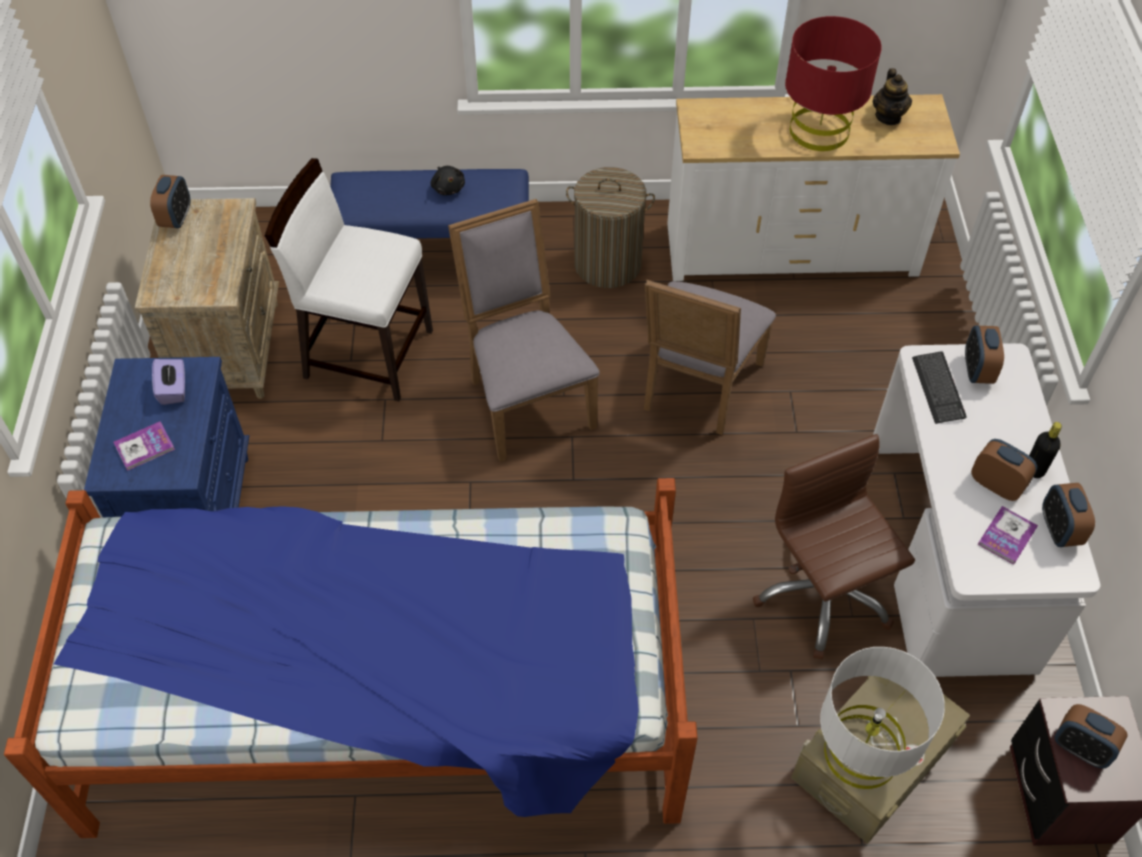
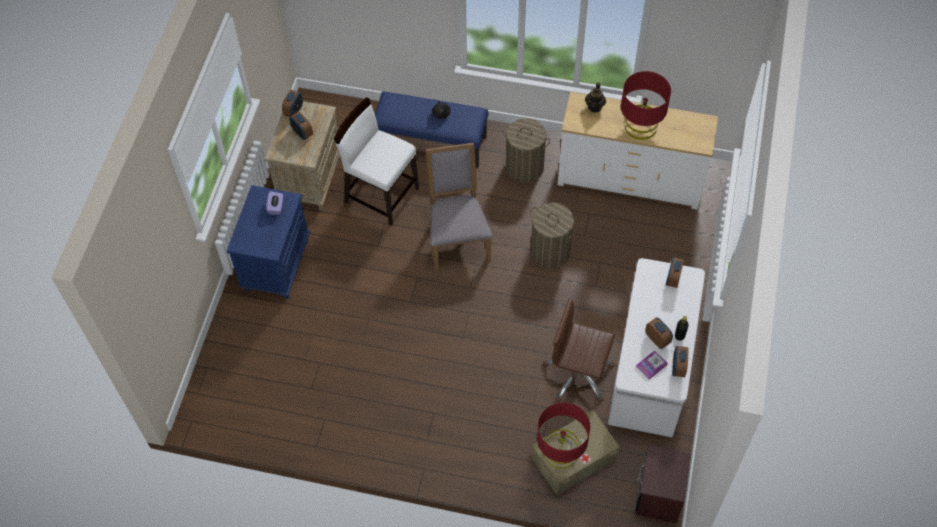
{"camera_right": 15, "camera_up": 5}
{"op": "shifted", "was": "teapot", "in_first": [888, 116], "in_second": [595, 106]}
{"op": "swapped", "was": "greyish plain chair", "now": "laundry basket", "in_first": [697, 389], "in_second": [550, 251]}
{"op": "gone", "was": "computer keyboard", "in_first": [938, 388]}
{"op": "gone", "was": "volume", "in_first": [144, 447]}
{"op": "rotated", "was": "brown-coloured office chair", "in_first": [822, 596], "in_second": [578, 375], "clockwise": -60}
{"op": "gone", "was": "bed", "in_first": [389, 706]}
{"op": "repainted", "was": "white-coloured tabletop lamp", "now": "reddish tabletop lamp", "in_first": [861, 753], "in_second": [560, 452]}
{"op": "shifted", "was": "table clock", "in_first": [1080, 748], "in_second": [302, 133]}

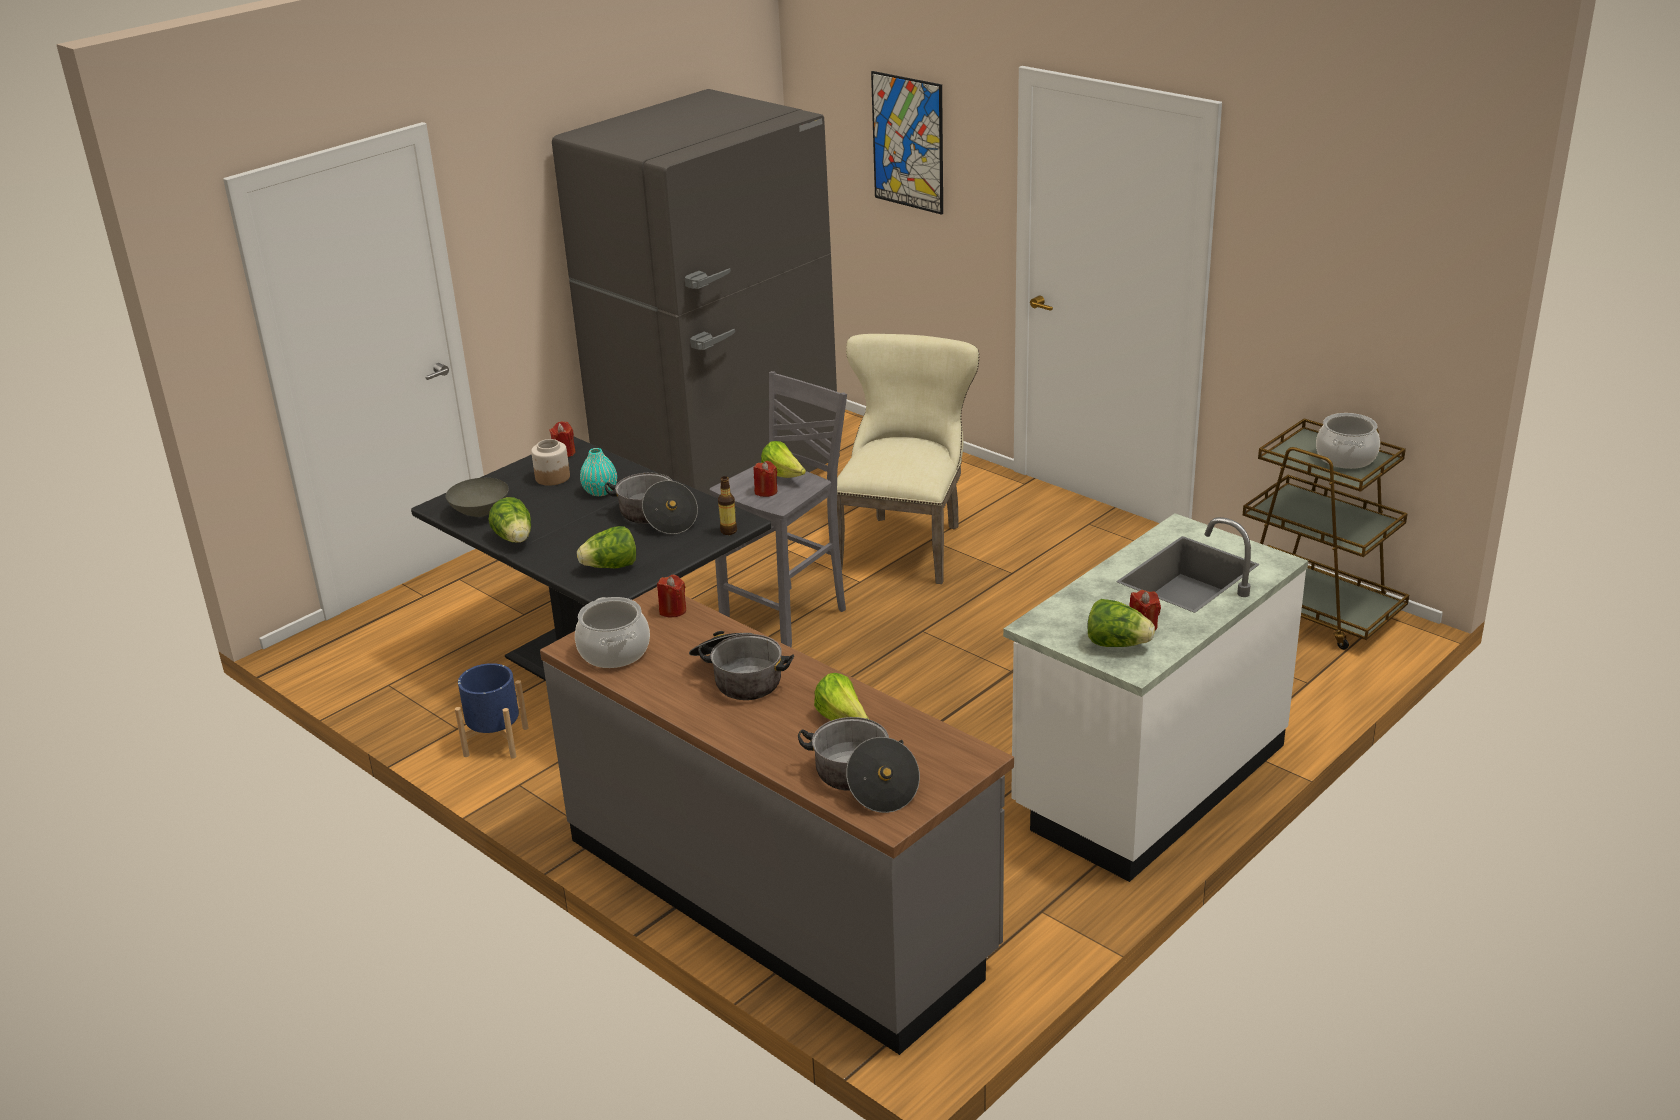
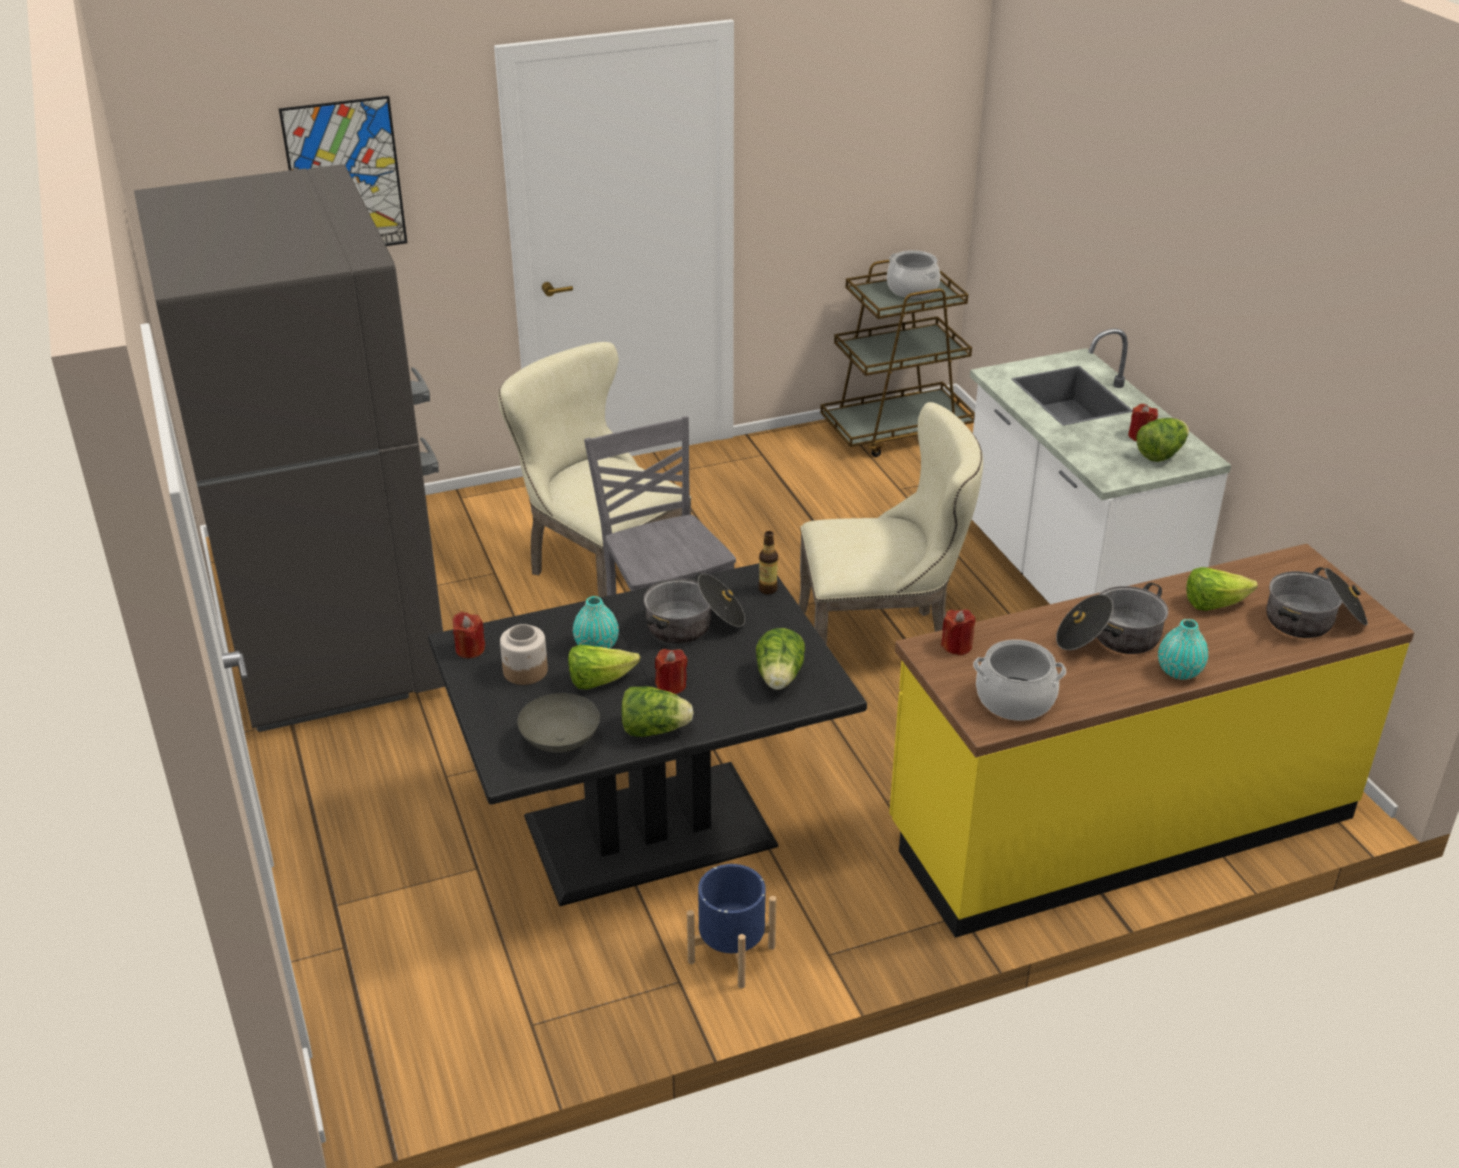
{"camera_right": -65, "camera_up": 5}
{"op": "shifted", "was": "lettuce head", "in_first": [783, 476], "in_second": [599, 681]}
{"op": "shifted", "was": "reddish wax candle", "in_first": [766, 491], "in_second": [671, 685]}
{"op": "repainted", "was": "greyish kitchen counter", "now": "yellow kitchen counter", "in_first": [778, 897], "in_second": [1119, 823]}
{"op": "new", "now": "beige-coloured plain chair", "in_second": [882, 641]}
{"op": "new", "now": "turquoise decorative vase", "in_second": [1179, 671]}

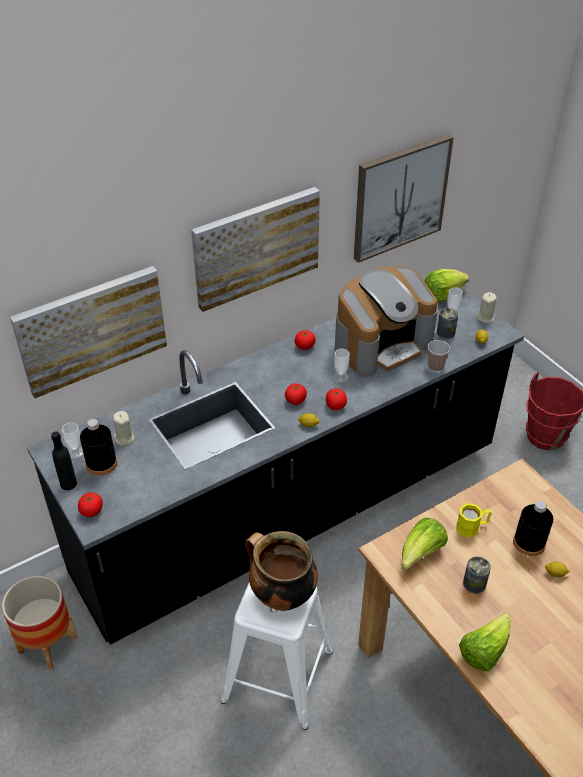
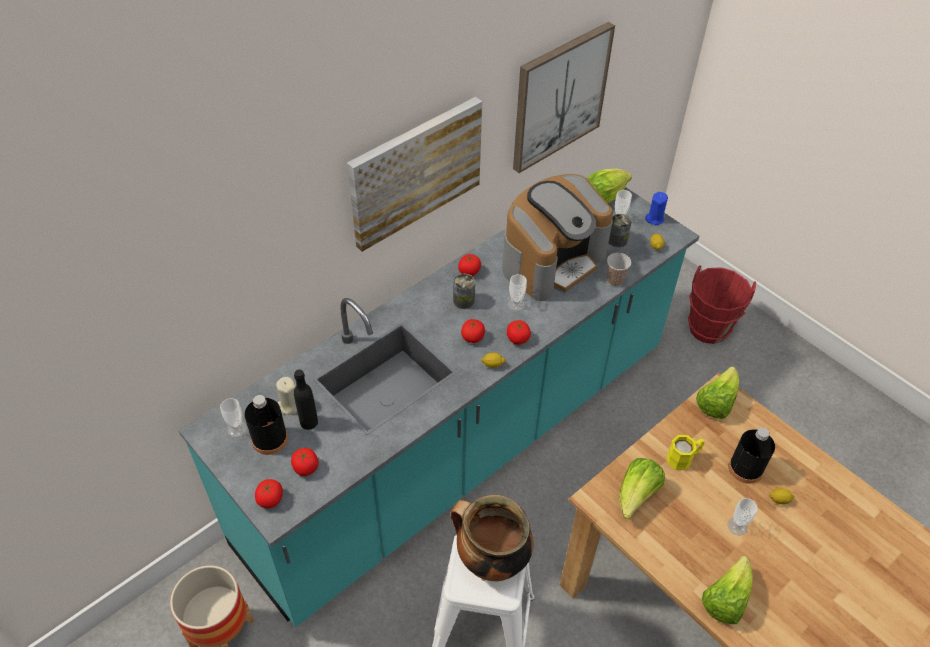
{"camera_right": -10, "camera_up": 5}
{"op": "gone", "was": "wall art", "in_first": [91, 329]}
{"op": "repainted", "was": "black-coloured kitchen counter", "now": "turquoise kitchen counter", "in_first": [291, 512], "in_second": [462, 445]}
{"op": "repainted", "was": "beige-coloured wax candle", "now": "bluish wax candle", "in_first": [485, 317], "in_second": [654, 218]}
{"op": "shifted", "was": "black-coloured bottle", "in_first": [68, 484], "in_second": [309, 422]}
{"op": "shifted", "was": "sealed can", "in_first": [474, 583], "in_second": [463, 301]}
{"op": "new", "now": "lettuce head", "in_second": [716, 403]}
{"op": "new", "now": "whole tomato", "in_second": [305, 467]}
{"op": "new", "now": "cup", "in_second": [737, 526]}

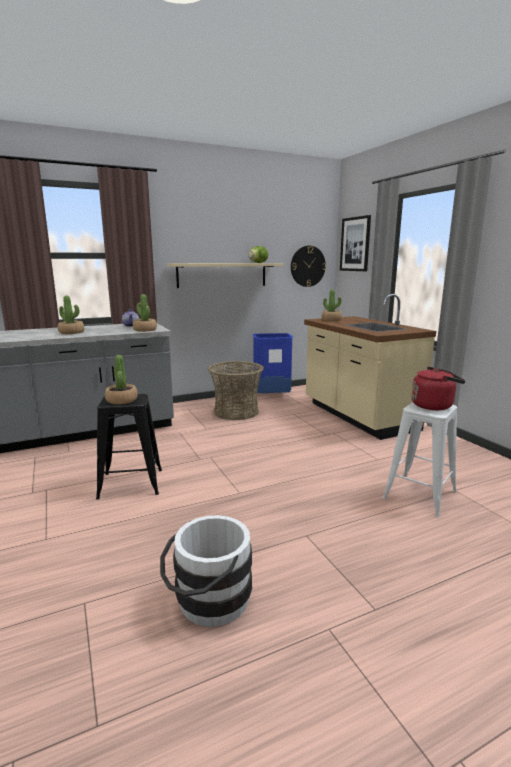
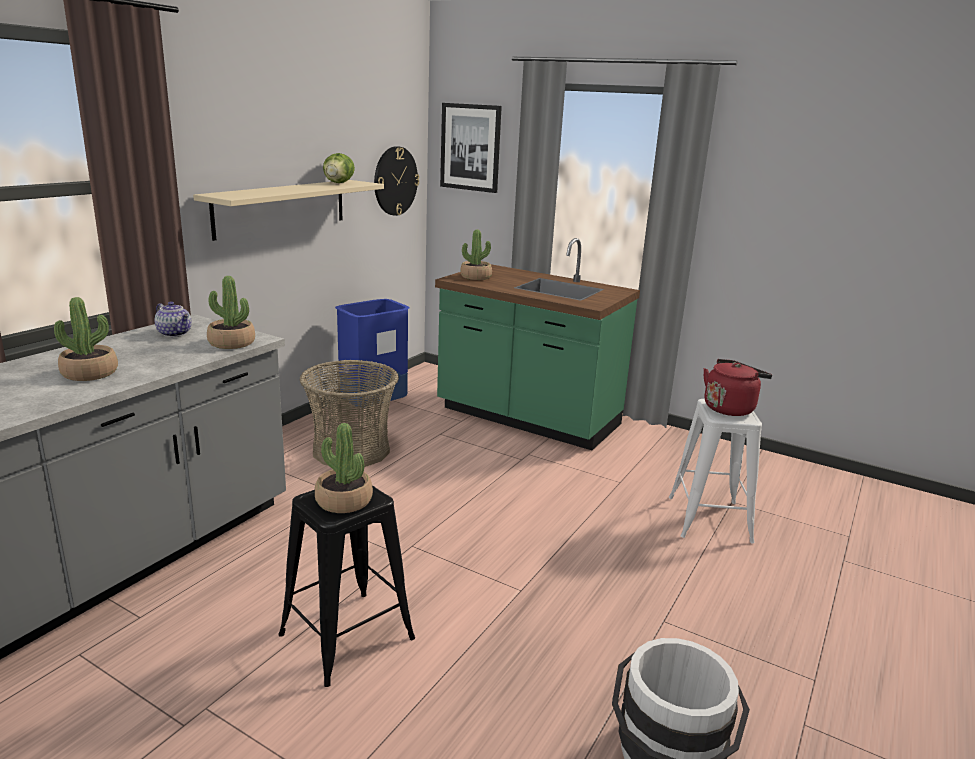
{"camera_right": -35, "camera_up": 5}
{"op": "repainted", "was": "beige-coloured kitchen counter", "now": "green-coloured kitchen counter", "in_first": [357, 416], "in_second": [527, 418]}

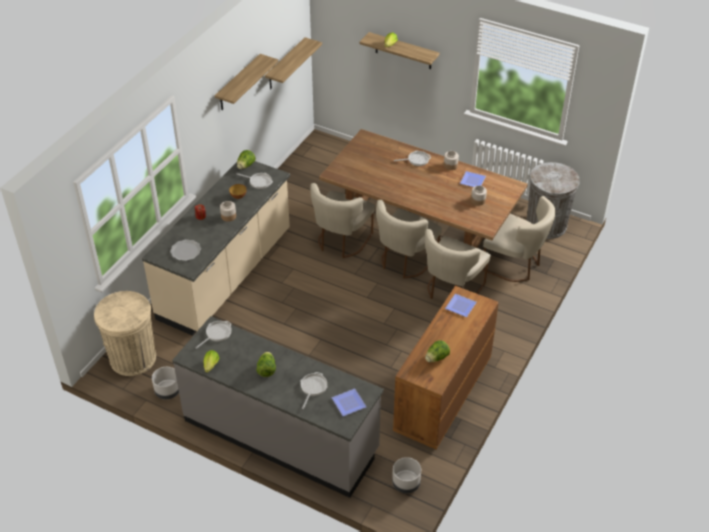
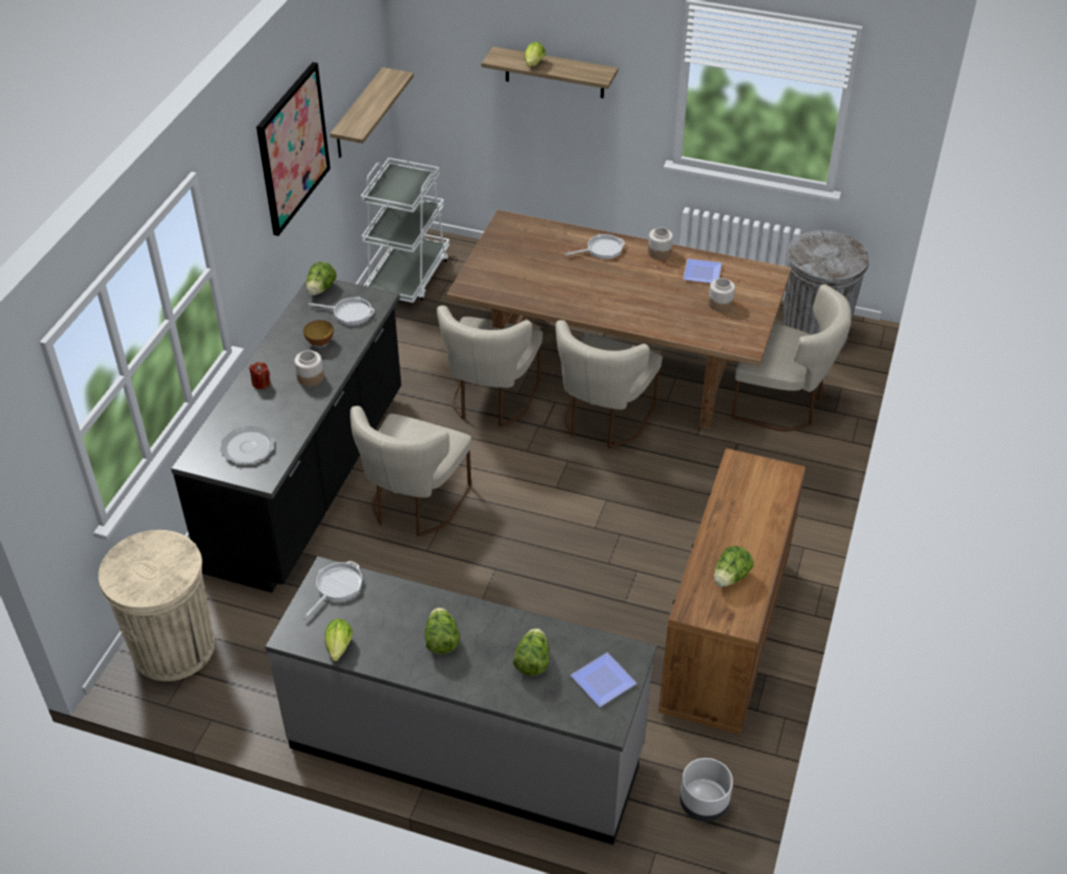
{"camera_right": -10, "camera_up": 0}
{"op": "swapped", "was": "shelf", "now": "wall art", "in_first": [238, 83], "in_second": [292, 148]}
{"op": "repainted", "was": "beige-coloured kitchen counter", "now": "black-coloured kitchen counter", "in_first": [226, 275], "in_second": [309, 480]}
{"op": "shifted", "was": "beige-coloured plain chair", "in_first": [451, 290], "in_second": [414, 505]}
{"op": "gone", "was": "plate", "in_first": [461, 306]}
{"op": "gone", "was": "greyish plant pot", "in_first": [168, 391]}
{"op": "swapped", "was": "pan", "now": "lettuce head", "in_first": [313, 387], "in_second": [532, 661]}
{"op": "new", "now": "white-coloured cart", "in_second": [408, 276]}

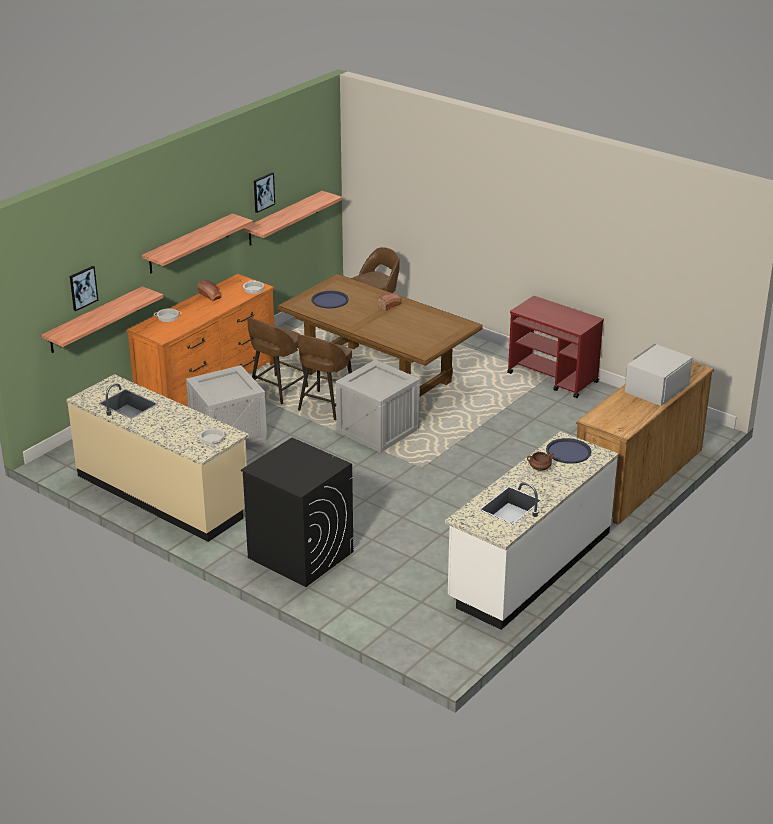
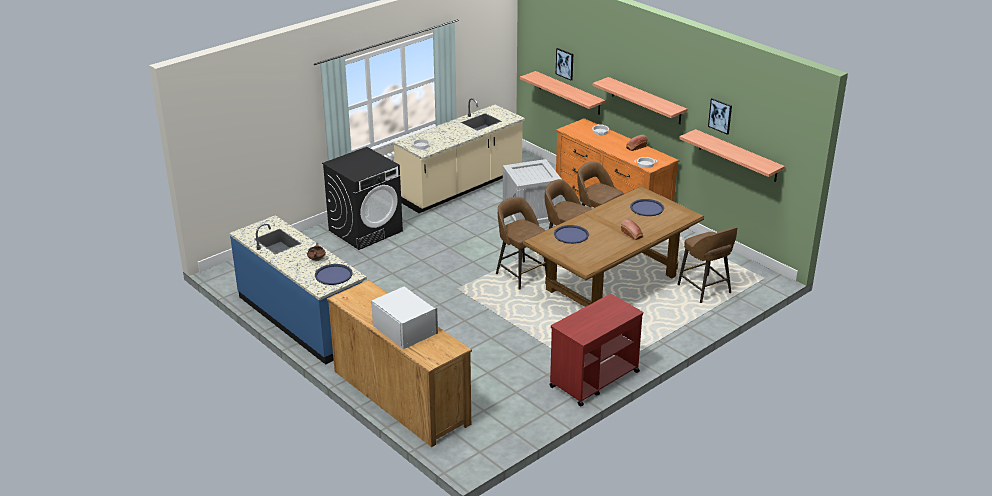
{"camera_right": 100, "camera_up": 0}
{"op": "swapped", "was": "shipping crate", "now": "brown-coloured sitting stool", "in_first": [377, 430], "in_second": [520, 274]}
{"op": "repainted", "was": "white-coloured kitchen counter", "now": "bluish kitchen counter", "in_first": [529, 566], "in_second": [302, 319]}
{"op": "new", "now": "bluish carrying tray", "in_second": [571, 235]}

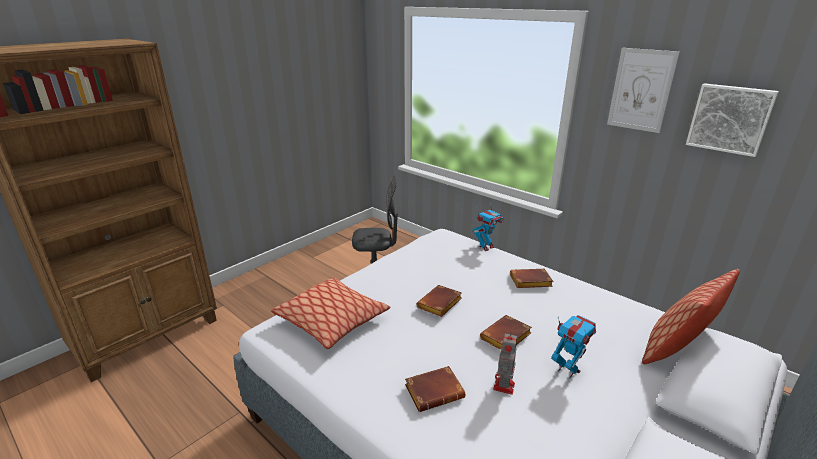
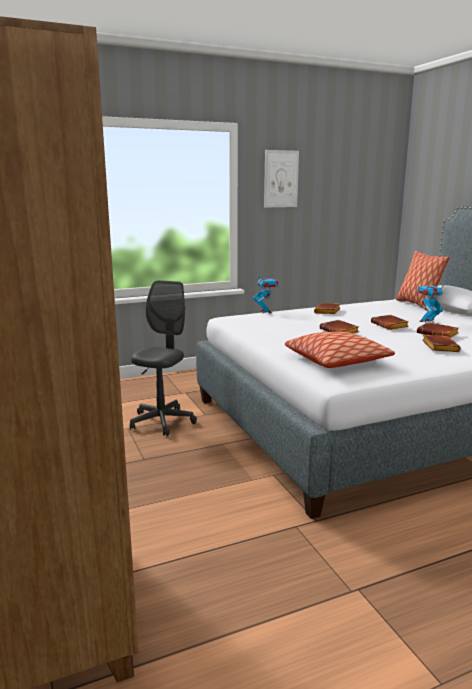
{"camera_right": -65, "camera_up": -10}
{"op": "gone", "was": "wall art", "in_first": [729, 119]}
{"op": "swapped", "was": "toy robot", "now": "brown-coloured volume", "in_first": [504, 387], "in_second": [438, 334]}

